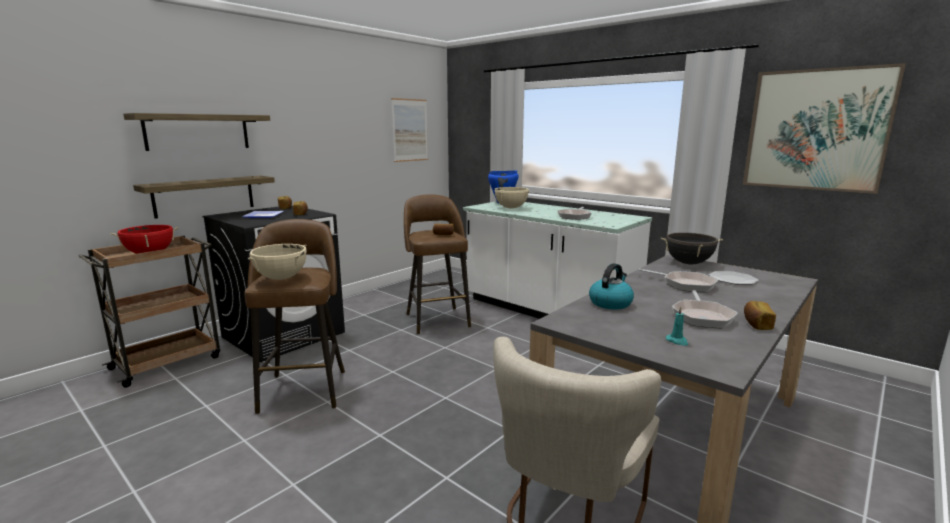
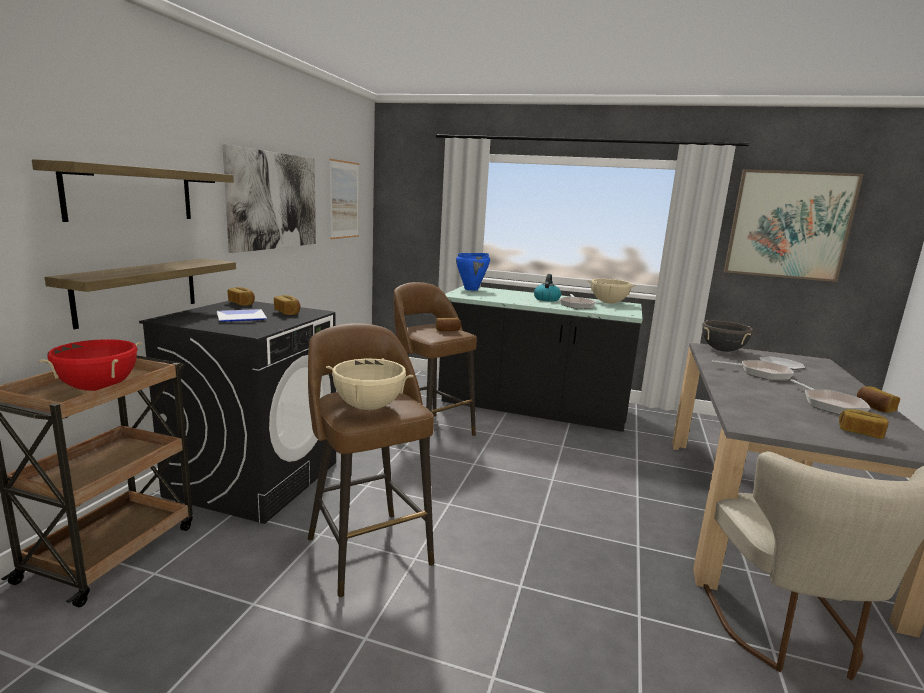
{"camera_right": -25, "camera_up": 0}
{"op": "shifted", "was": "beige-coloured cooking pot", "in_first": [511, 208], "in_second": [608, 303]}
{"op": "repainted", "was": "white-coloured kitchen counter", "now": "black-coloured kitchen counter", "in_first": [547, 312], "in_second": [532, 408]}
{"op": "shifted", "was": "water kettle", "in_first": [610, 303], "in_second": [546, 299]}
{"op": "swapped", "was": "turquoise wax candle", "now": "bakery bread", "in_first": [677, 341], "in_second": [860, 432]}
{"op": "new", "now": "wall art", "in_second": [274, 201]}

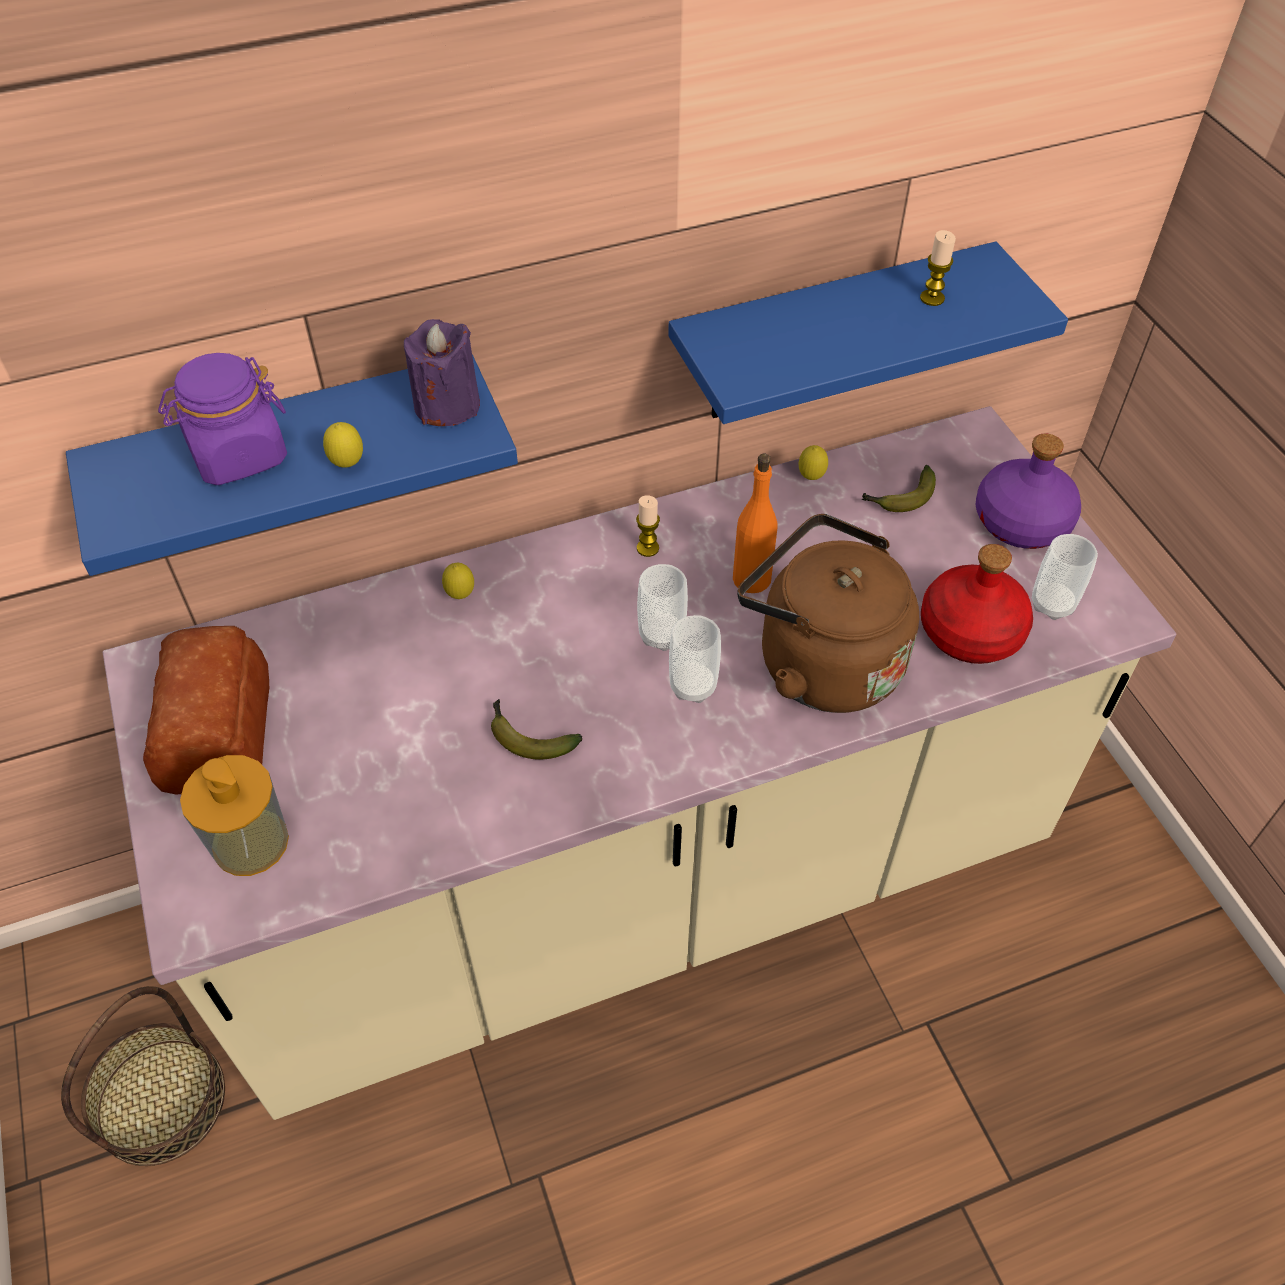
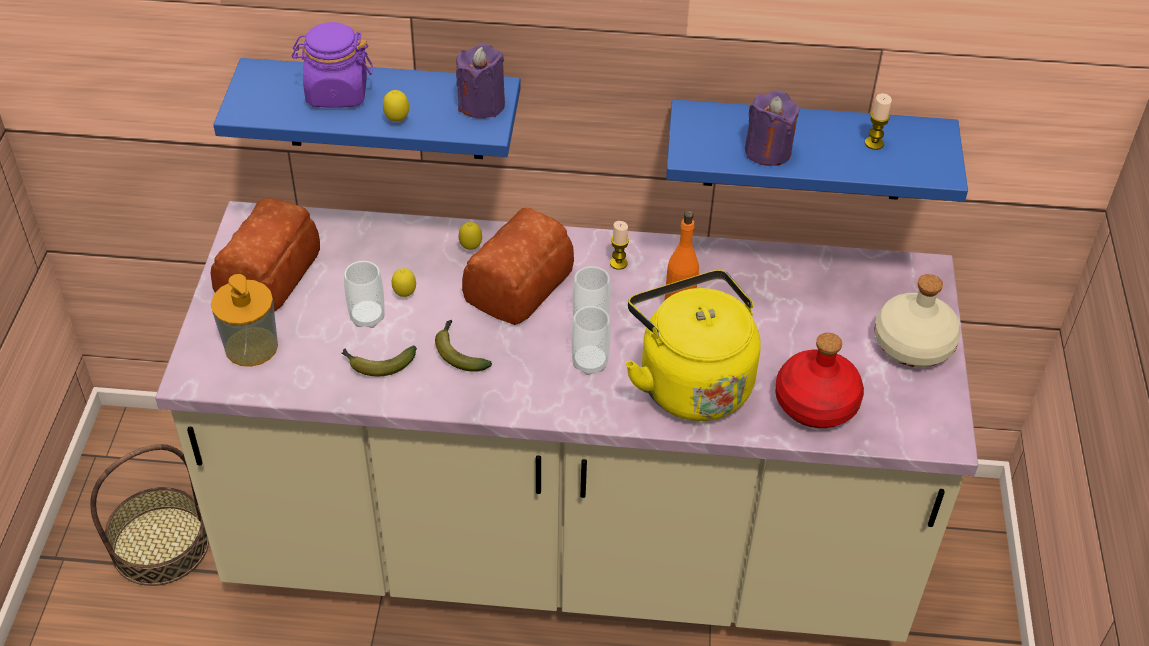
{"camera_right": 25, "camera_up": -5}
{"op": "repainted", "was": "purple bottle", "now": "beige-coloured bottle", "in_first": [1020, 522], "in_second": [912, 344]}
{"op": "shifted", "was": "lemon", "in_first": [811, 478], "in_second": [405, 295]}
{"op": "shifted", "was": "banana", "in_first": [900, 498], "in_second": [377, 364]}
{"op": "repainted", "was": "brown-coloured water kettle", "now": "yellow water kettle", "in_first": [820, 661], "in_second": [690, 381]}
{"op": "shifted", "was": "cup", "in_first": [1052, 604], "in_second": [367, 317]}
{"op": "new", "now": "purple wax candle", "in_second": [768, 151]}
{"op": "new", "now": "bakery bread", "in_second": [515, 284]}

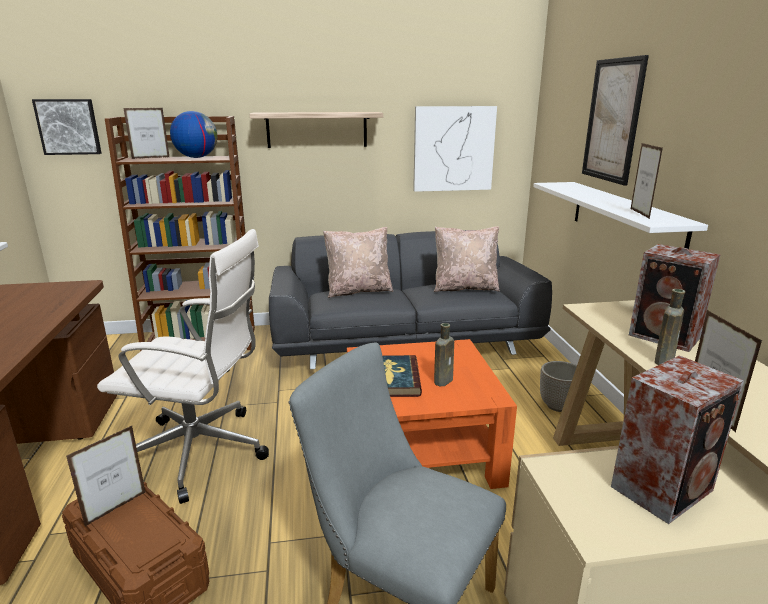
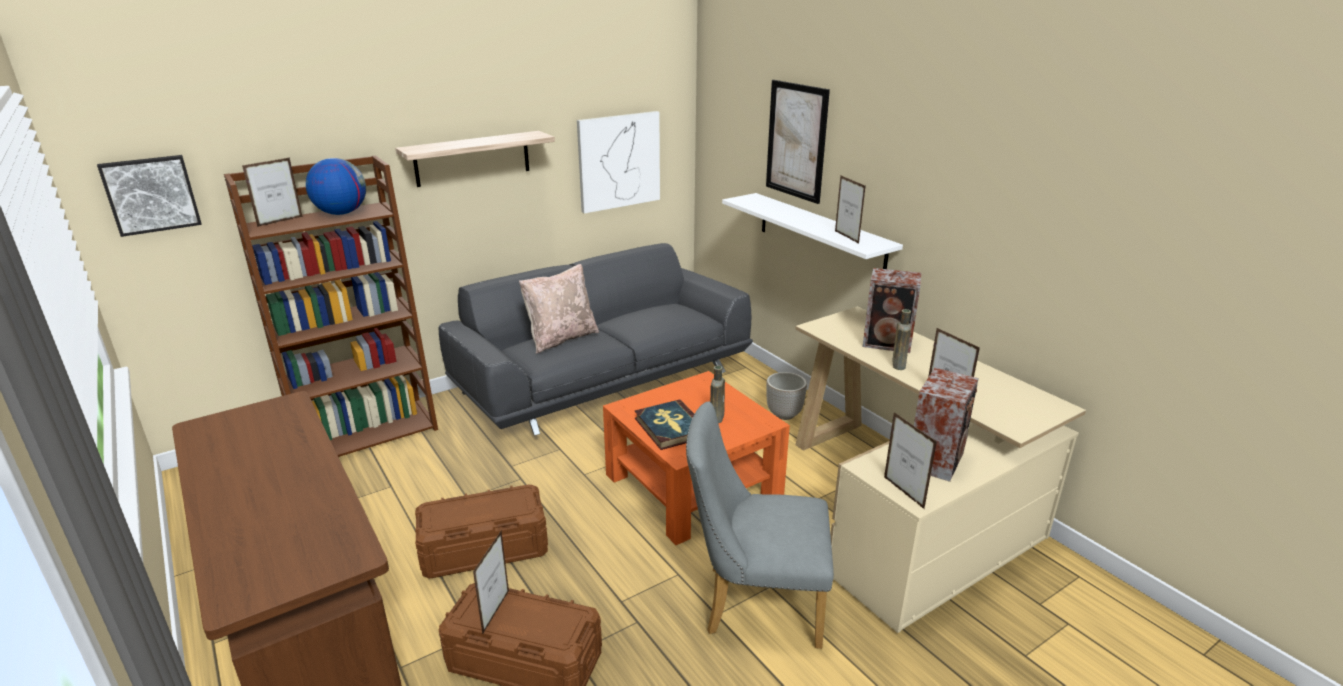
{"camera_right": -25, "camera_up": 5}
{"op": "gone", "was": "beige-coloured throw pillow", "in_first": [465, 288]}
{"op": "swapped", "was": "white-coloured office chair", "now": "brown-coloured storage container", "in_first": [201, 452], "in_second": [485, 549]}
{"op": "new", "now": "photo frame", "in_second": [903, 493]}

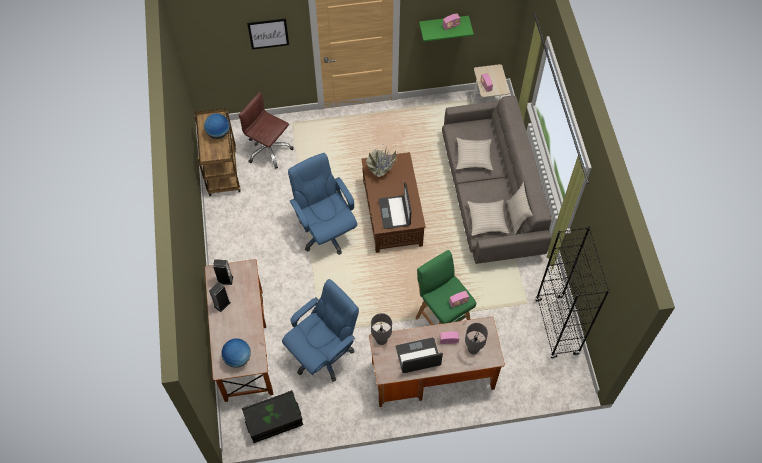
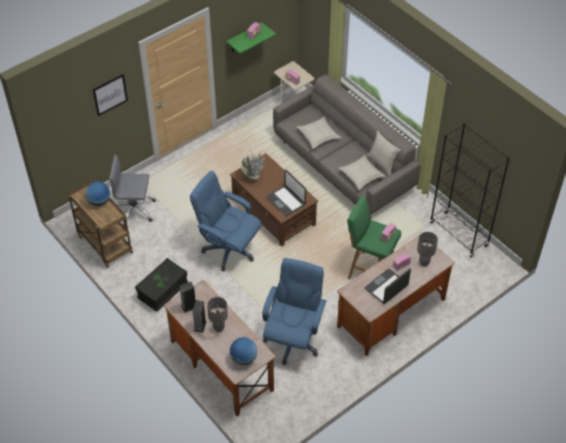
{"camera_right": -30, "camera_up": -10}
{"op": "repainted", "was": "brown-coloured office chair", "now": "greyish office chair", "in_first": [268, 150], "in_second": [134, 210]}
{"op": "shifted", "was": "greyish tabletop lamp", "in_first": [381, 340], "in_second": [218, 328]}
{"op": "shifted", "was": "black-coloured storage container", "in_first": [274, 420], "in_second": [163, 291]}

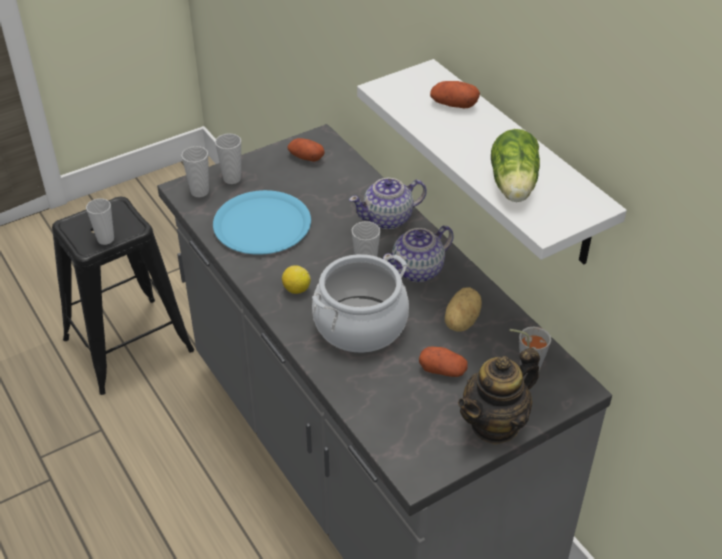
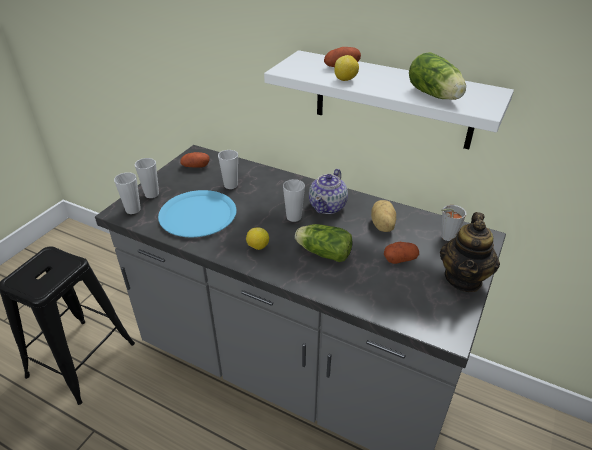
{"camera_right": -30, "camera_up": -5}
{"op": "gone", "was": "teapot", "in_first": [388, 218]}
{"op": "shifted", "was": "cup", "in_first": [105, 239], "in_second": [231, 185]}
{"op": "swapped", "was": "cooking pot", "now": "lettuce head", "in_first": [360, 325], "in_second": [322, 252]}
{"op": "new", "now": "lemon", "in_second": [345, 80]}

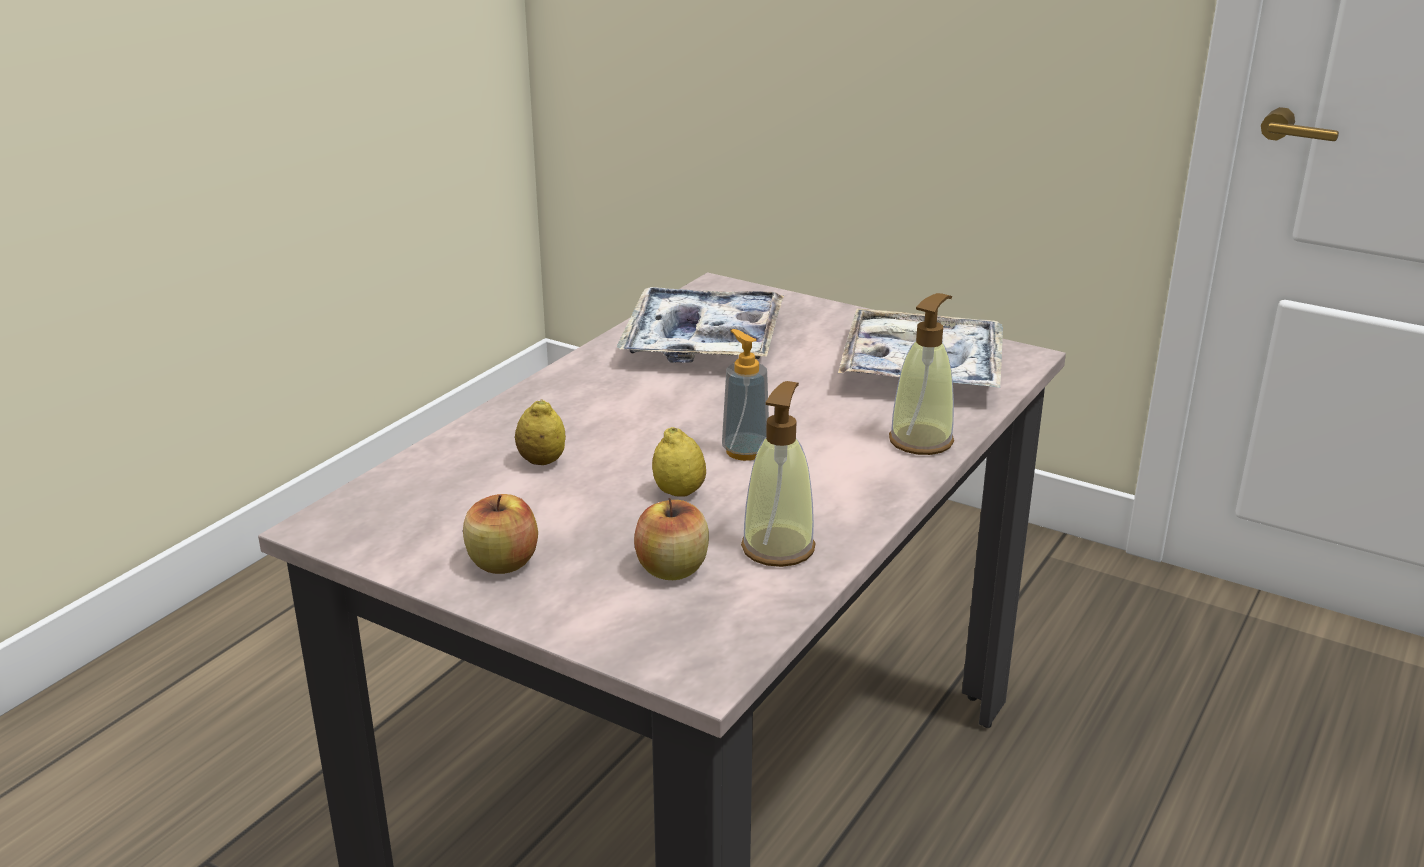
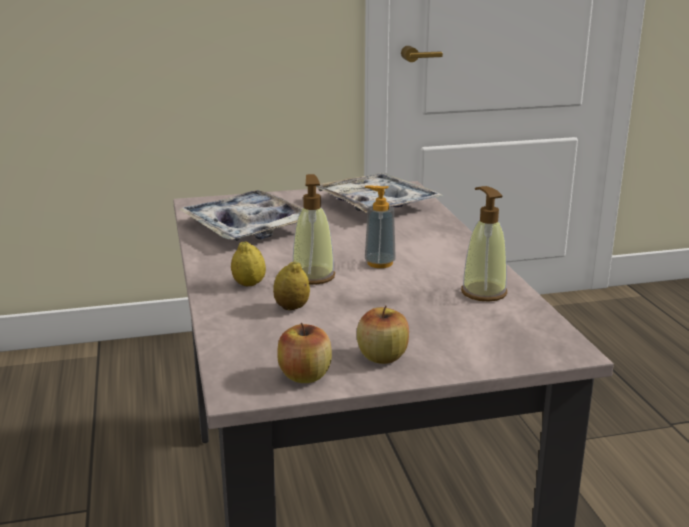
{"camera_right": -45, "camera_up": -5}
{"op": "shifted", "was": "soap bottle", "in_first": [921, 441], "in_second": [313, 276]}
{"op": "shifted", "was": "lemon", "in_first": [679, 492], "in_second": [249, 284]}
{"op": "shifted", "was": "apple", "in_first": [672, 569], "in_second": [305, 376]}

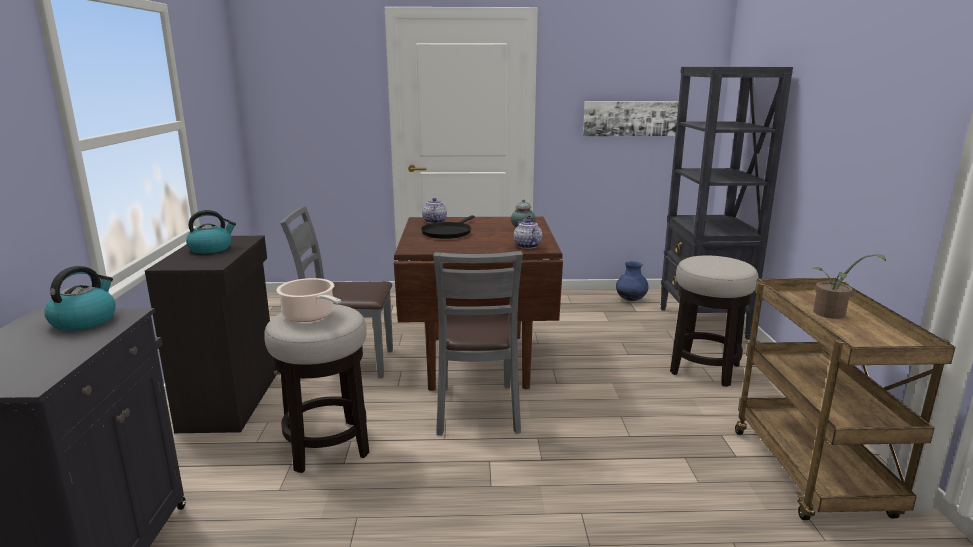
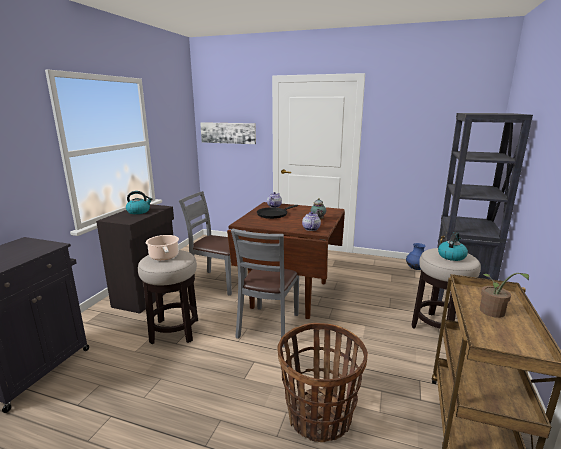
{"camera_right": 20, "camera_up": 0}
{"op": "shifted", "was": "wall art", "in_first": [634, 118], "in_second": [228, 133]}
{"op": "shifted", "was": "water kettle", "in_first": [84, 321], "in_second": [451, 256]}
{"op": "new", "now": "basket", "in_second": [319, 417]}

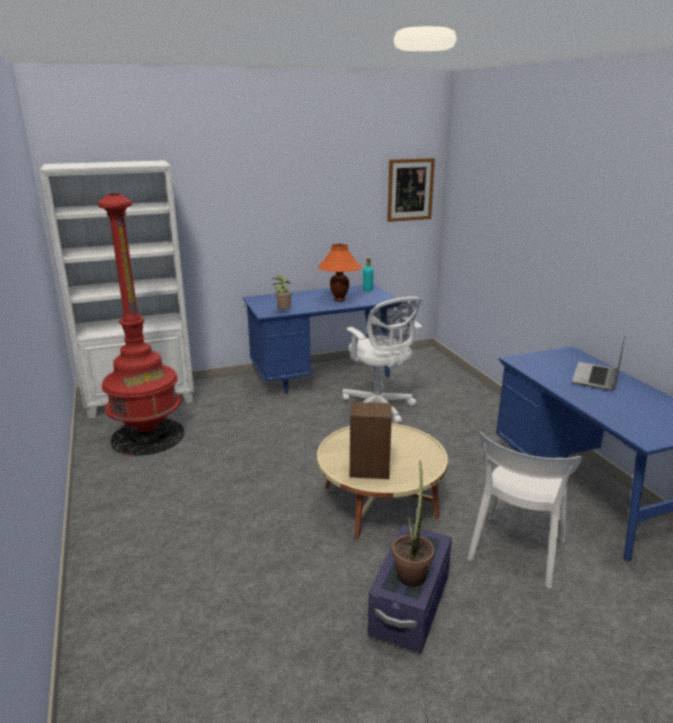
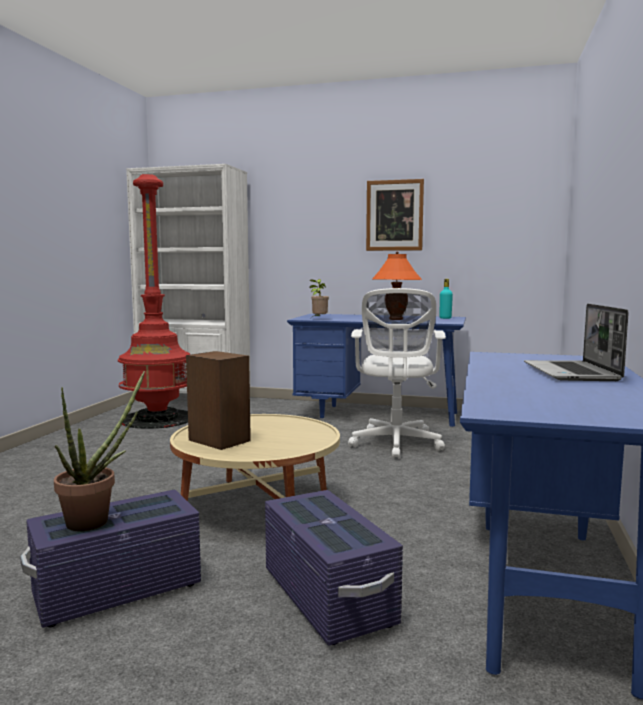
{"camera_right": 35, "camera_up": -15}
{"op": "shifted", "was": "wall art", "in_first": [410, 189], "in_second": [394, 215]}
{"op": "rotated", "was": "laptop", "in_first": [596, 378], "in_second": [572, 373], "clockwise": -60}
{"op": "swapped", "was": "white-coloured plain chair", "now": "purple storage container", "in_first": [516, 553], "in_second": [328, 597]}

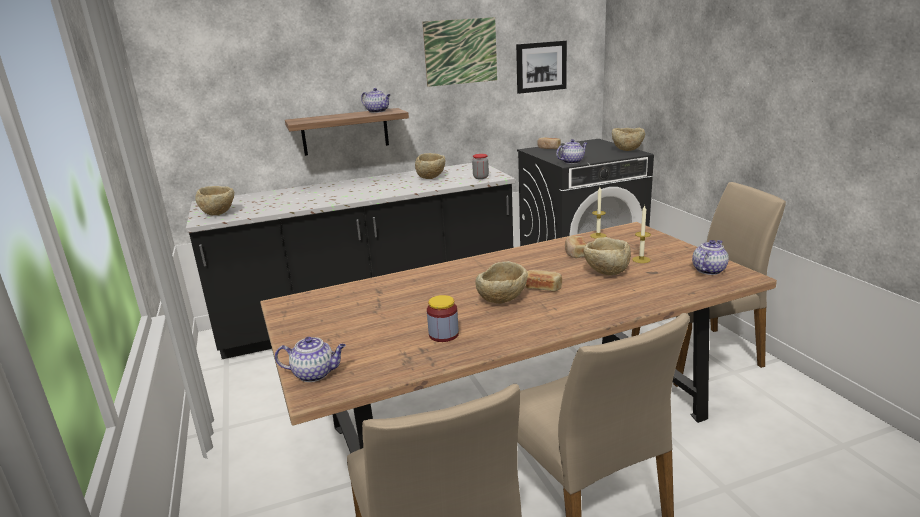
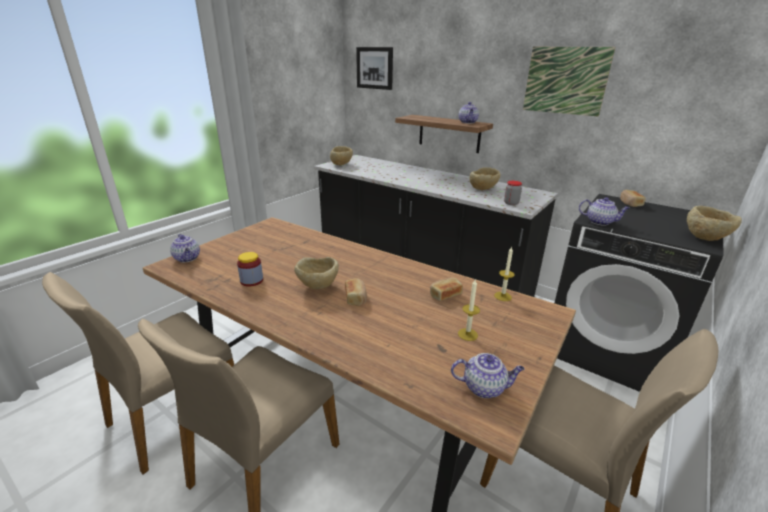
{"camera_right": 55, "camera_up": 5}
{"op": "shifted", "was": "wall art", "in_first": [541, 66], "in_second": [375, 68]}
{"op": "gone", "was": "beige-coloured deep dish", "in_first": [606, 272]}

